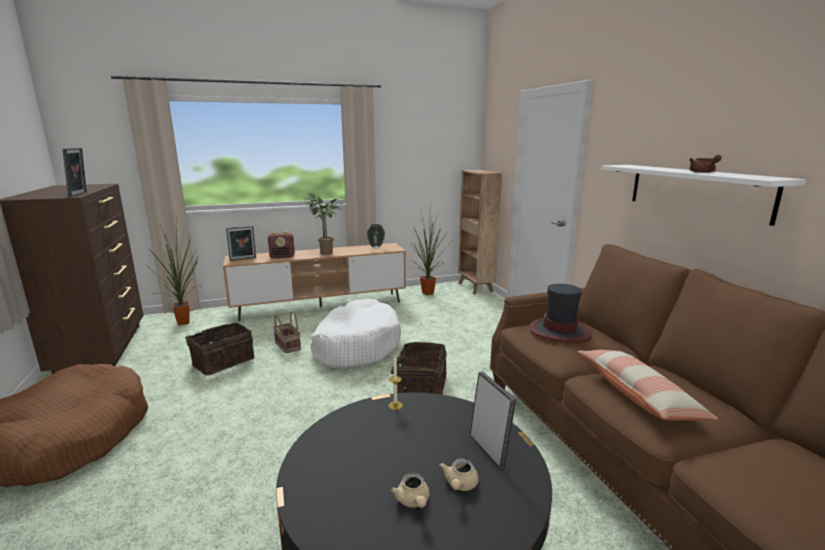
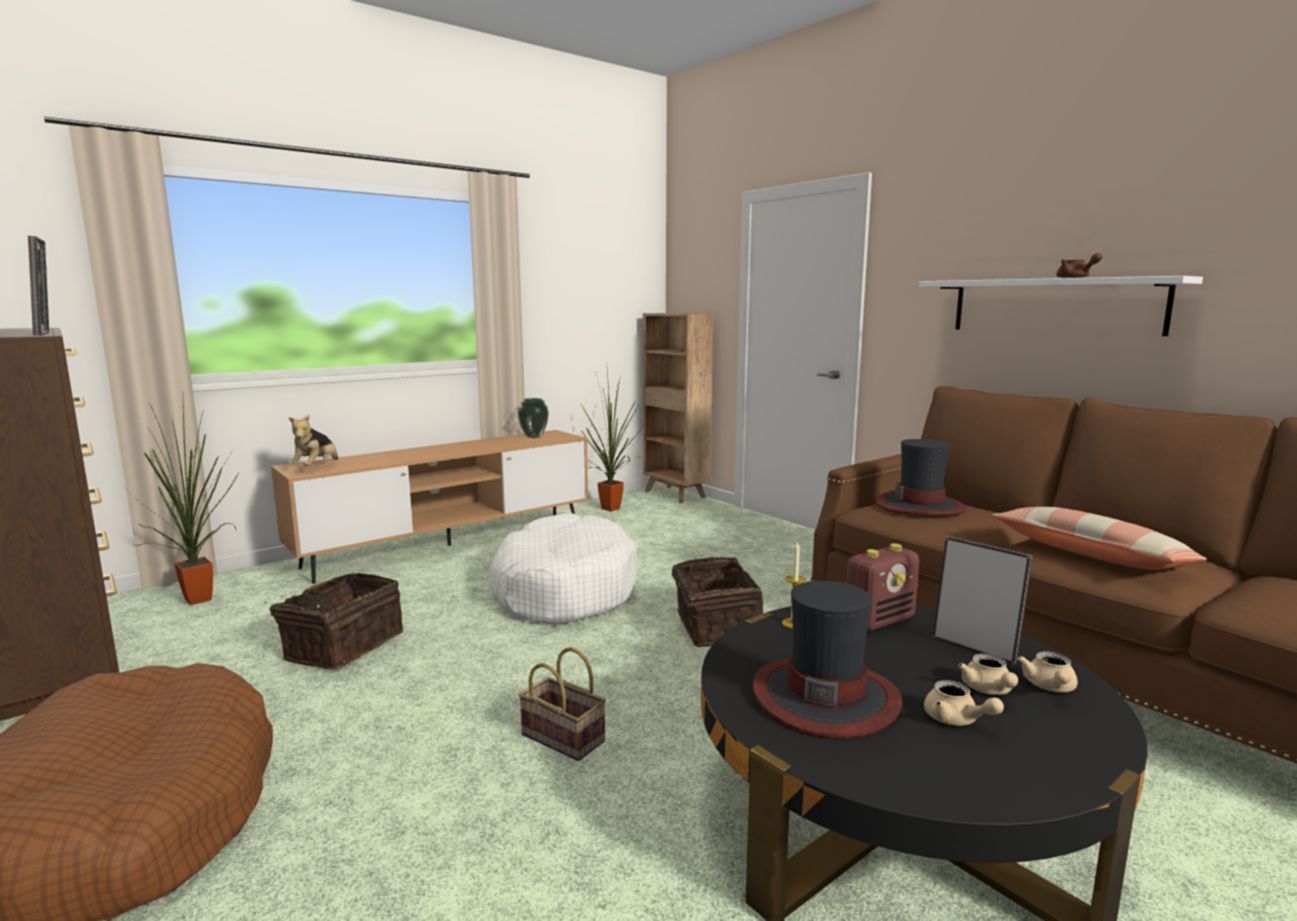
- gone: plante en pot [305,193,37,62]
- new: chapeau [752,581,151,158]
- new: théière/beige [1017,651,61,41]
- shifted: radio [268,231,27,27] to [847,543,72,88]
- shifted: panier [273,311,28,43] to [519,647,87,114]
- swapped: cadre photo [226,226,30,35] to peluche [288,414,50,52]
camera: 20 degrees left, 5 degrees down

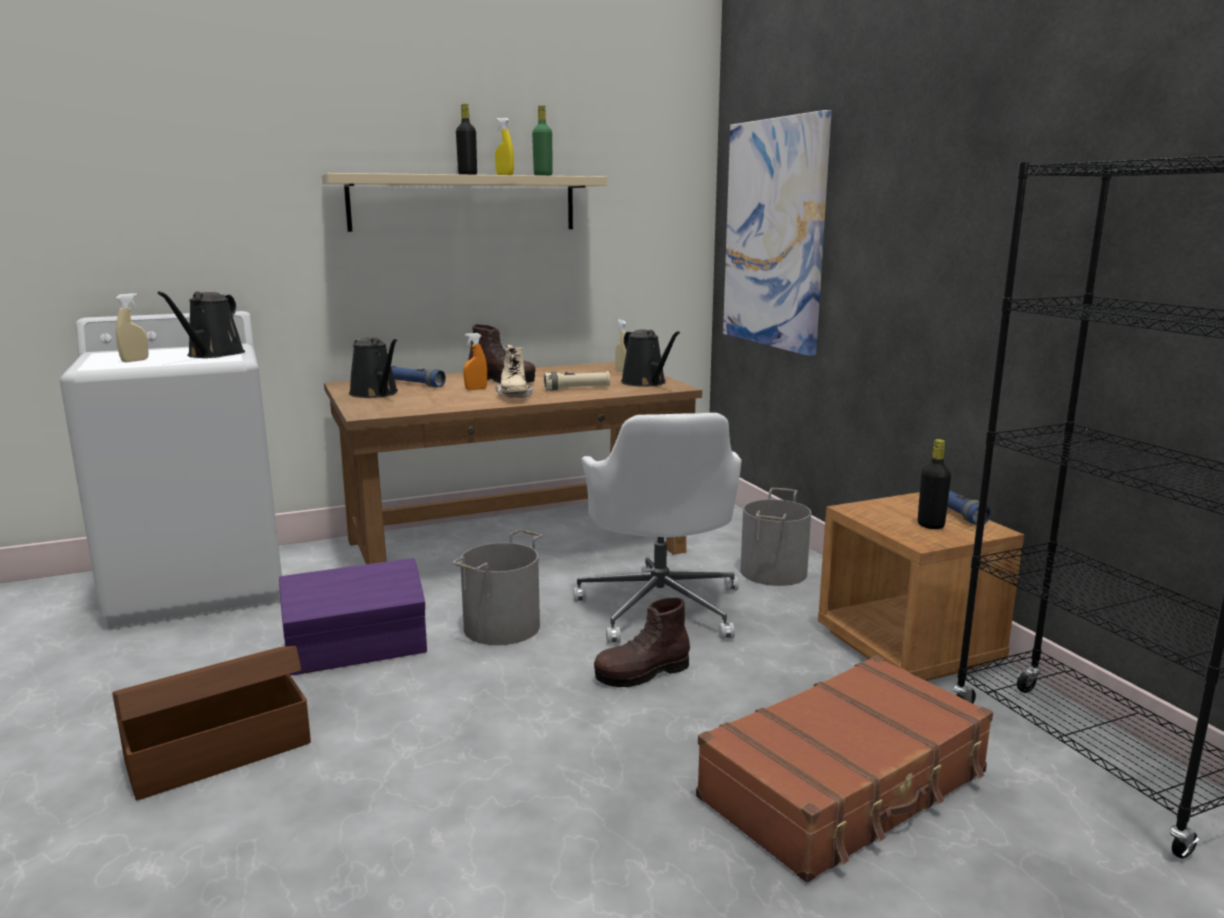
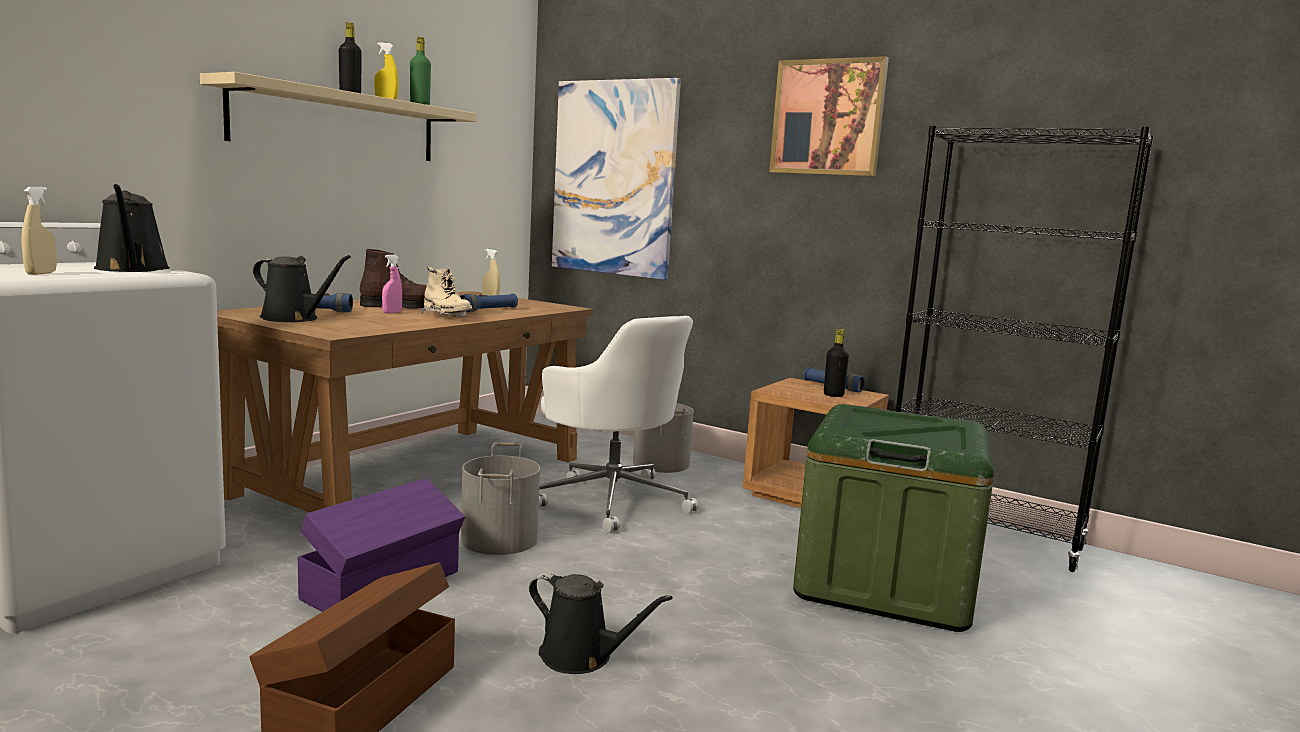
- gone: botte/marron [594,597,96,90]
- new: tableau [769,56,120,120]
- shifted: arrosoir/noir [621,329,59,58] to [529,572,144,102]
- swapped: valise/marron [696,655,297,228] to boîte de rangement/vert [793,404,201,228]
- repainted: vaporisateur/orange [464,333,23,57] to vaporisateur/rose [382,255,20,59]
- repainted: lampe de poche/beige [544,371,66,19] to lampe de poche/bleu [460,294,58,18]
camera: 35 degrees left, 5 degrees down

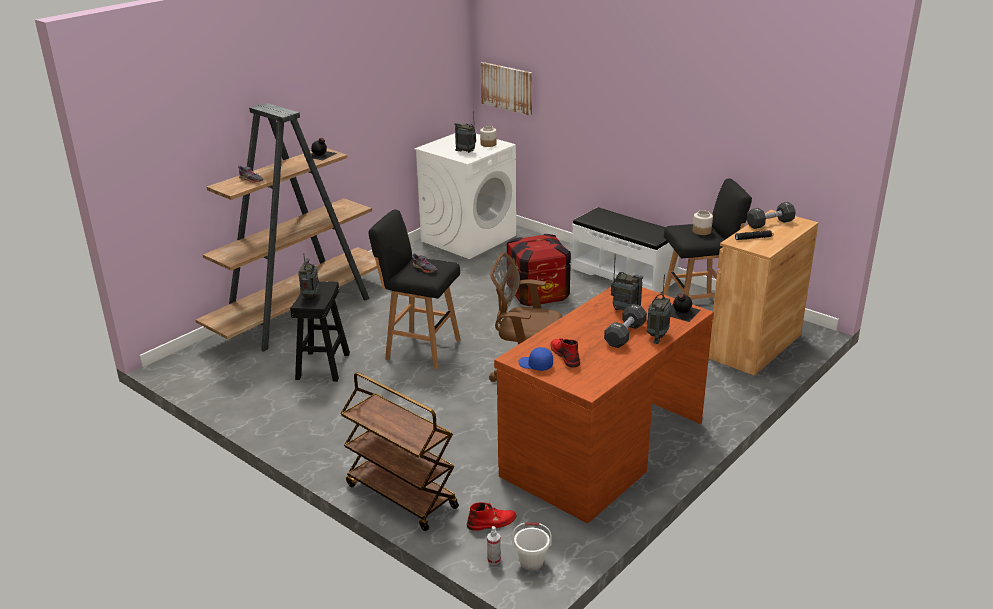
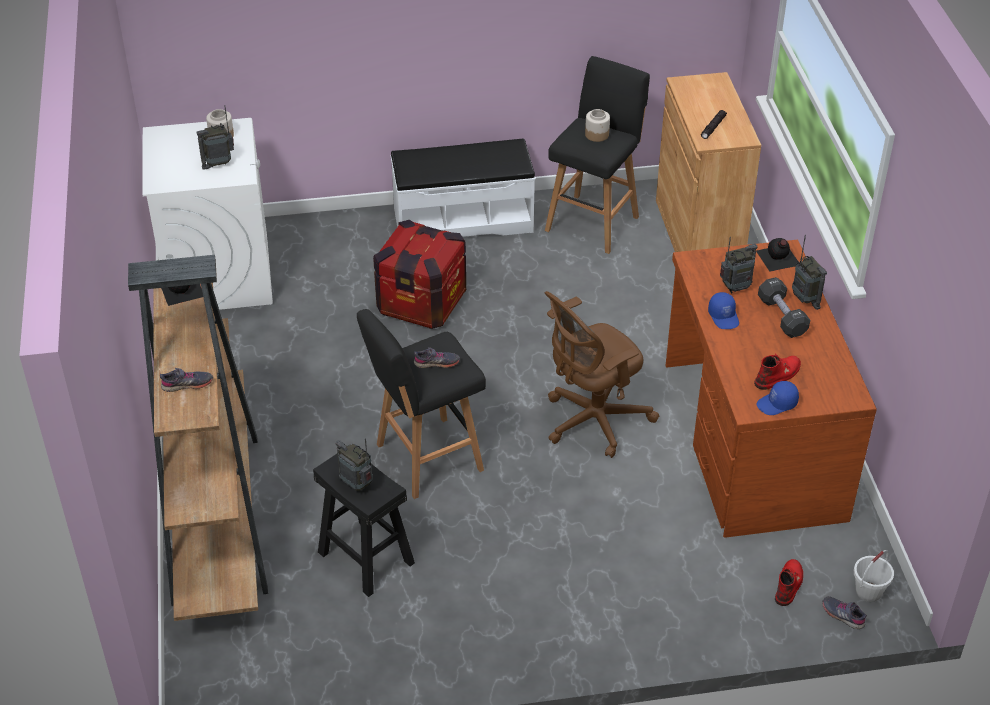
- gone: chariot/marron [340,372,119,159]
- gone: tableau [481,62,51,54]
- gone: haltère/noir [747,202,49,27]
- new: casquette/bleu [708,292,31,37]
- swapped: vaporisateur [487,526,14,39] to chaussure/gris [822,596,45,33]
- rotated: botte/rouge [550,338,30,29] = [754,354,47,36] 120 degrees clockwise
camera: 50 degrees left, 15 degrees up

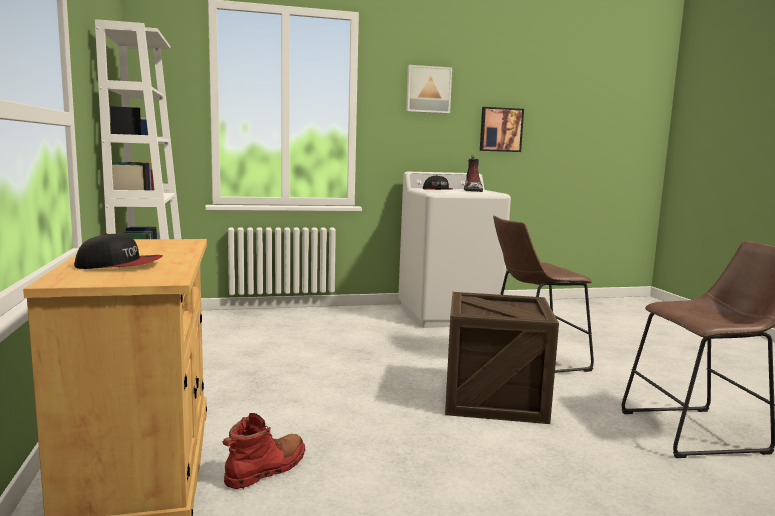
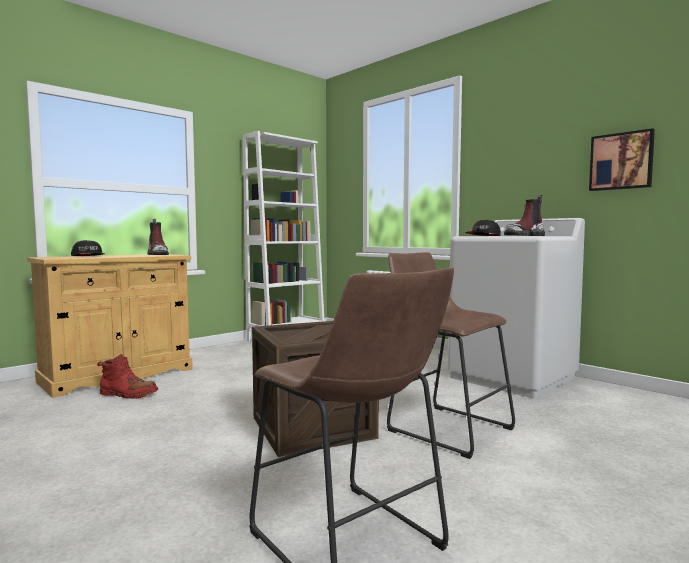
- gone: tableau [406,65,46,49]
- new: botte [148,219,21,36]
camera: 60 degrees right, 5 degrees down

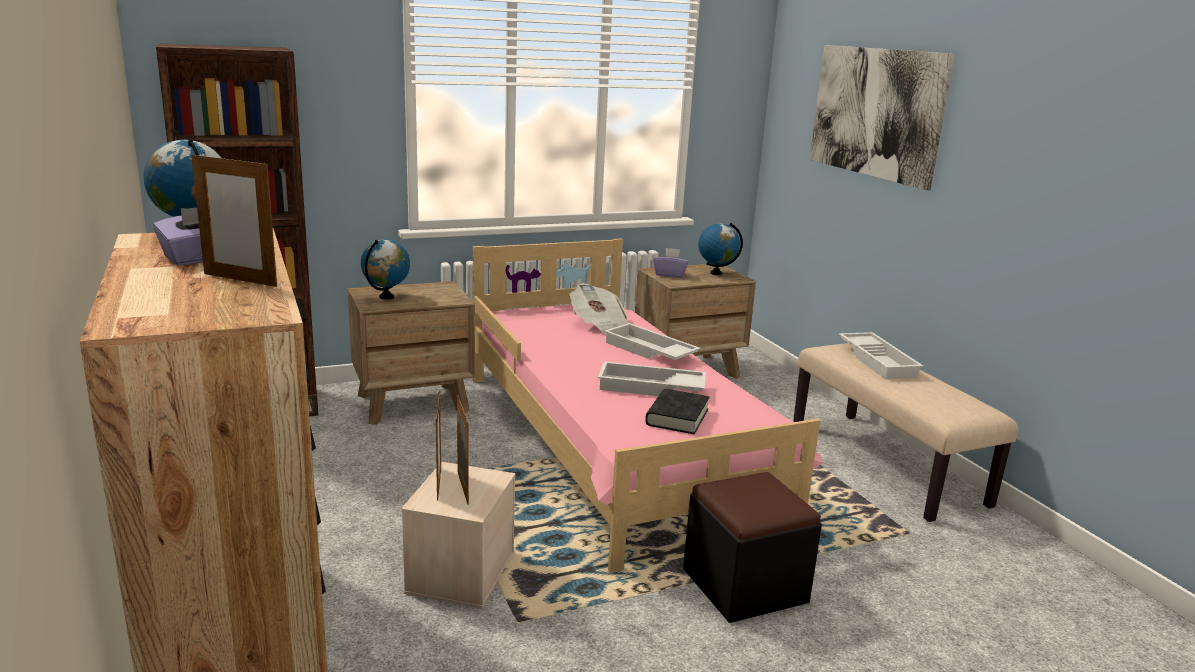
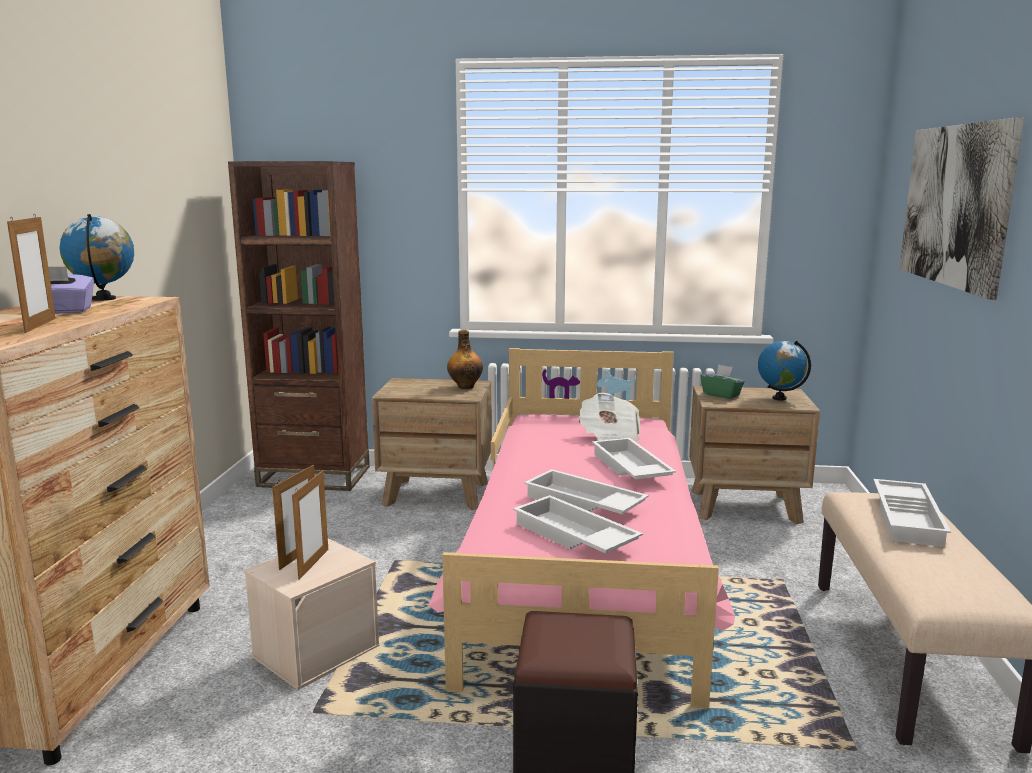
- gone: globe [361,239,49,61]
- new: bouteille [447,330,36,59]
- swapped: livre/noir [645,389,65,45] to plateau/blanc [513,495,130,59]
- repainted: boîte à mouchoirs/violet [653,248,36,30] to boîte à mouchoirs/vert [700,364,44,35]
- rotated: cadre photo [191,152,86,135] = [7,215,49,118] 150 degrees counterclockwise
camera: 30 degrees right, 5 degrees down

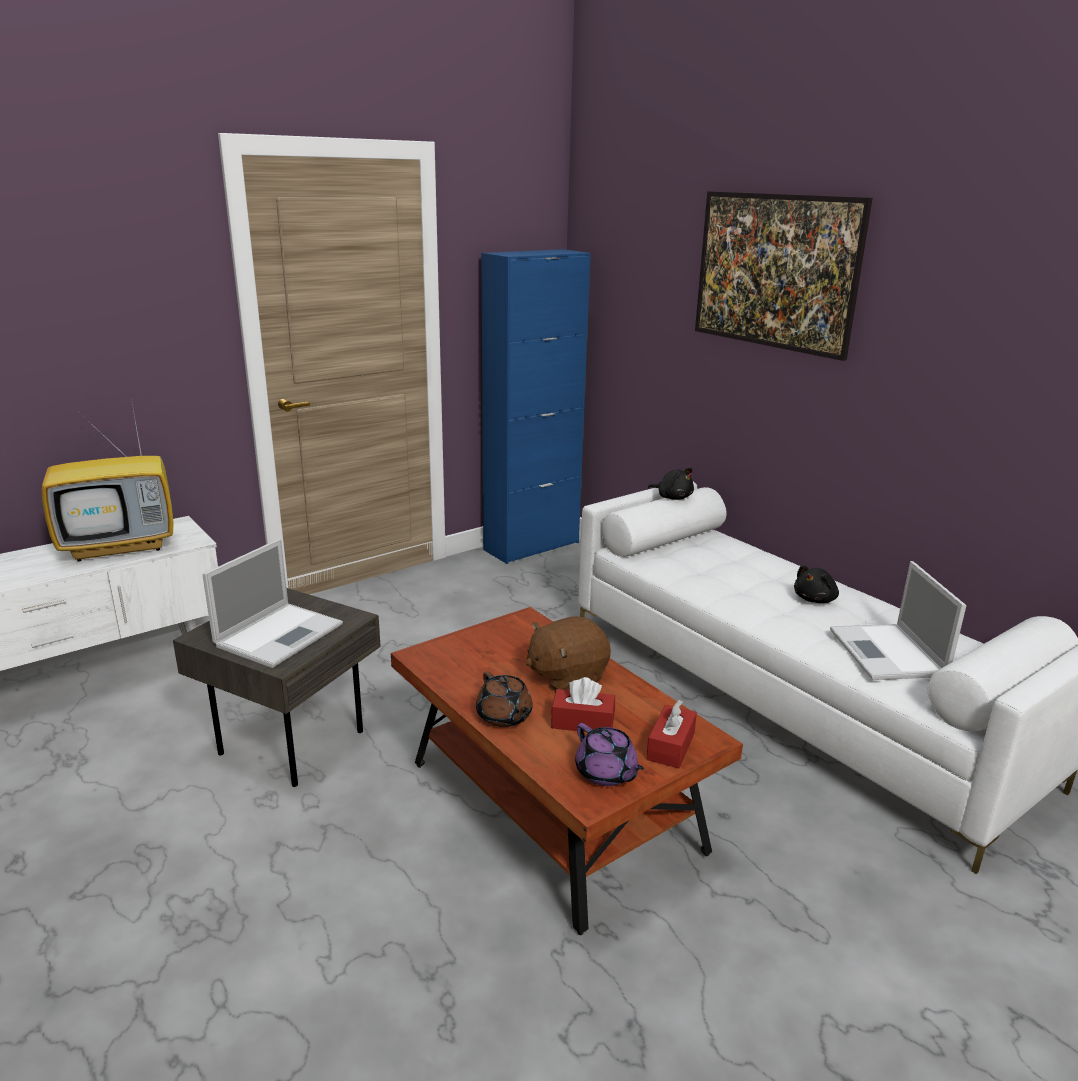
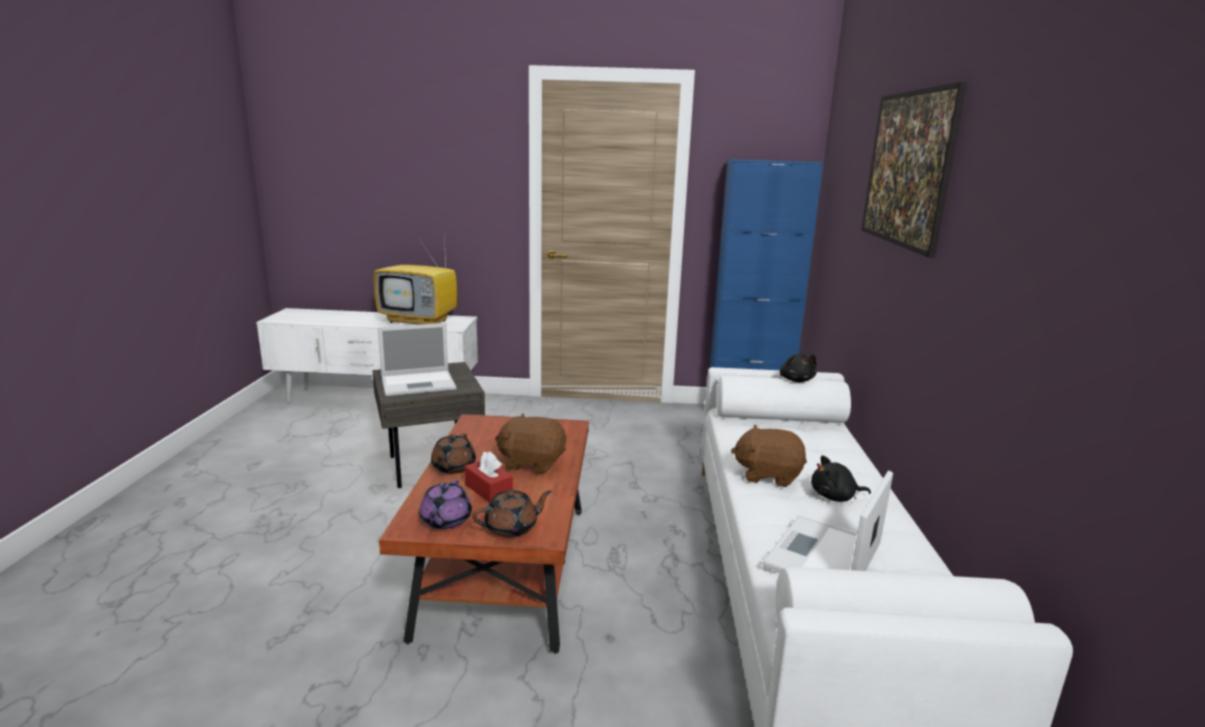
- new: peluche/marron [731,425,76,62]
- swapped: boîte à mouchoirs/rouge [647,700,50,69] to théière/marron [472,490,80,48]
camera: 40 degrees right, 5 degrees down

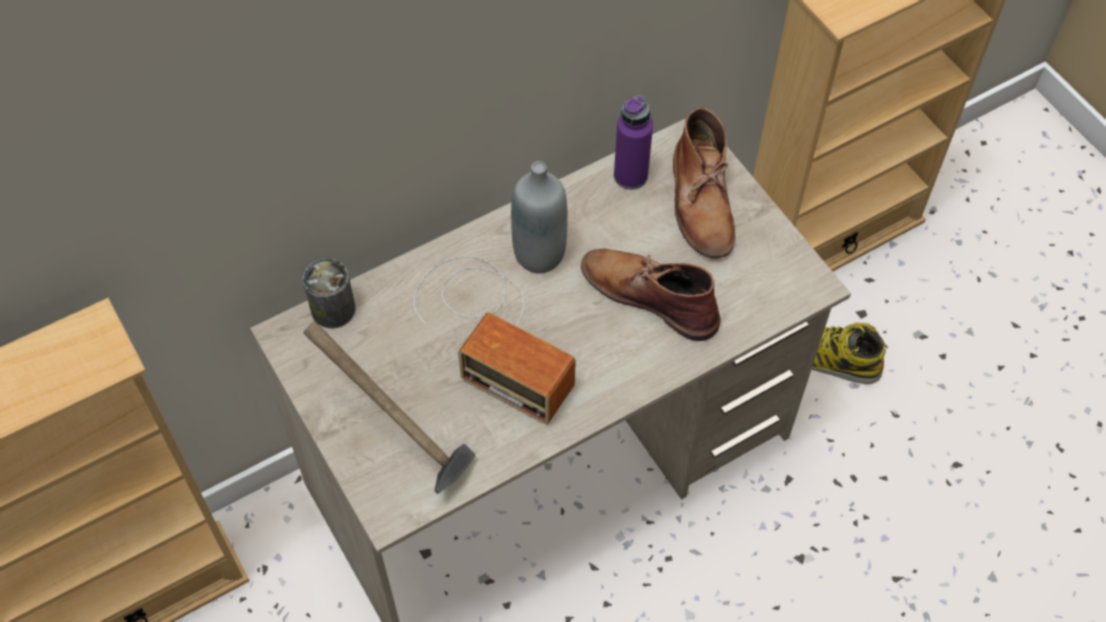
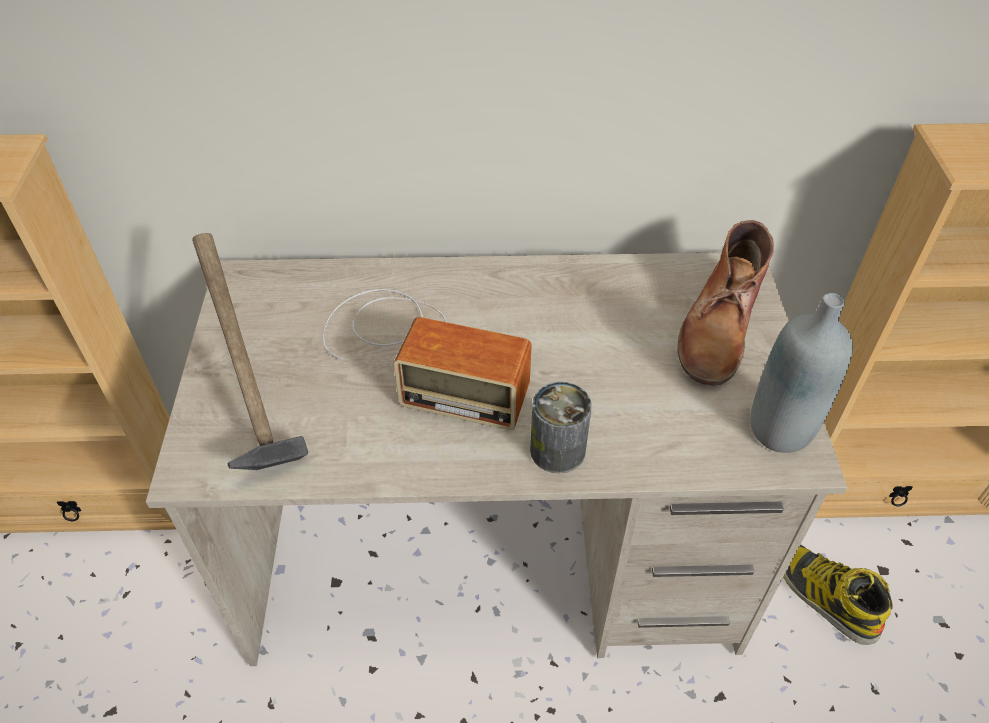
- gone: botte/marron [581,248,139,93]
- gone: bouteille/violet [614,95,39,95]
- shifted: boîte métallique [303,259,53,70] to [530,382,62,92]
- shifted: bouteille/gris [511,161,57,113] to [750,293,103,160]
- rotated: radio [413,256,163,168] = [323,289,209,141] 45 degrees counterclockwise
camera: 30 degrees right, 10 degrees down

